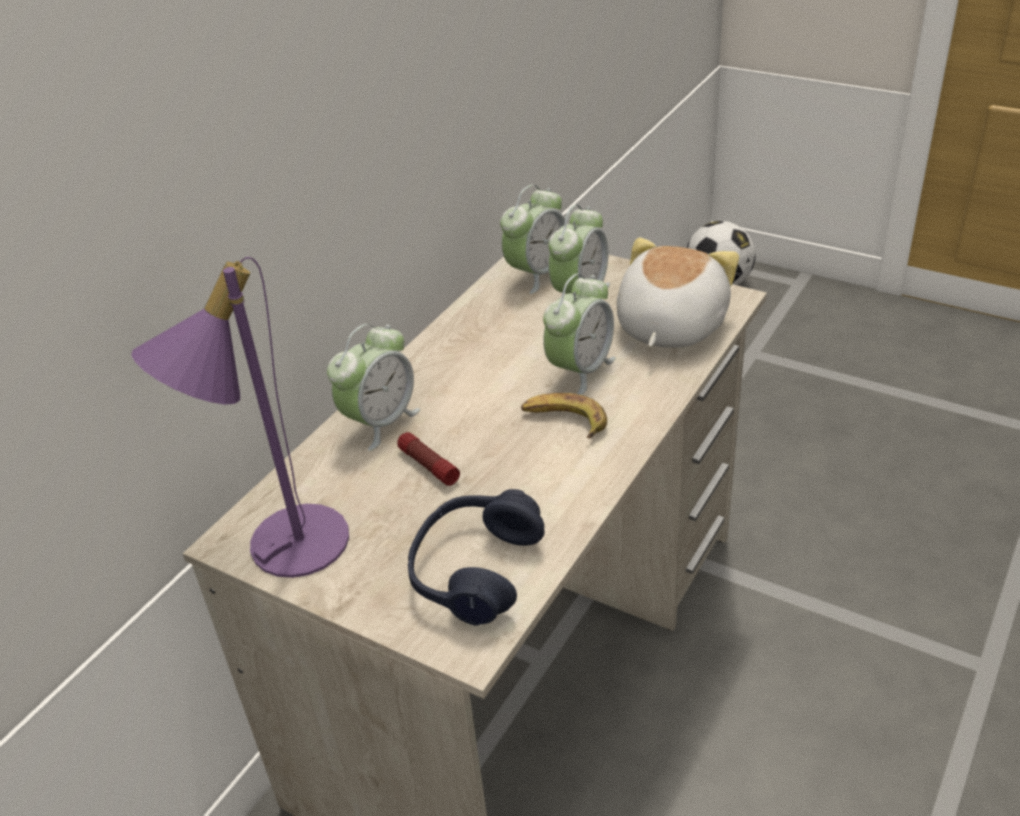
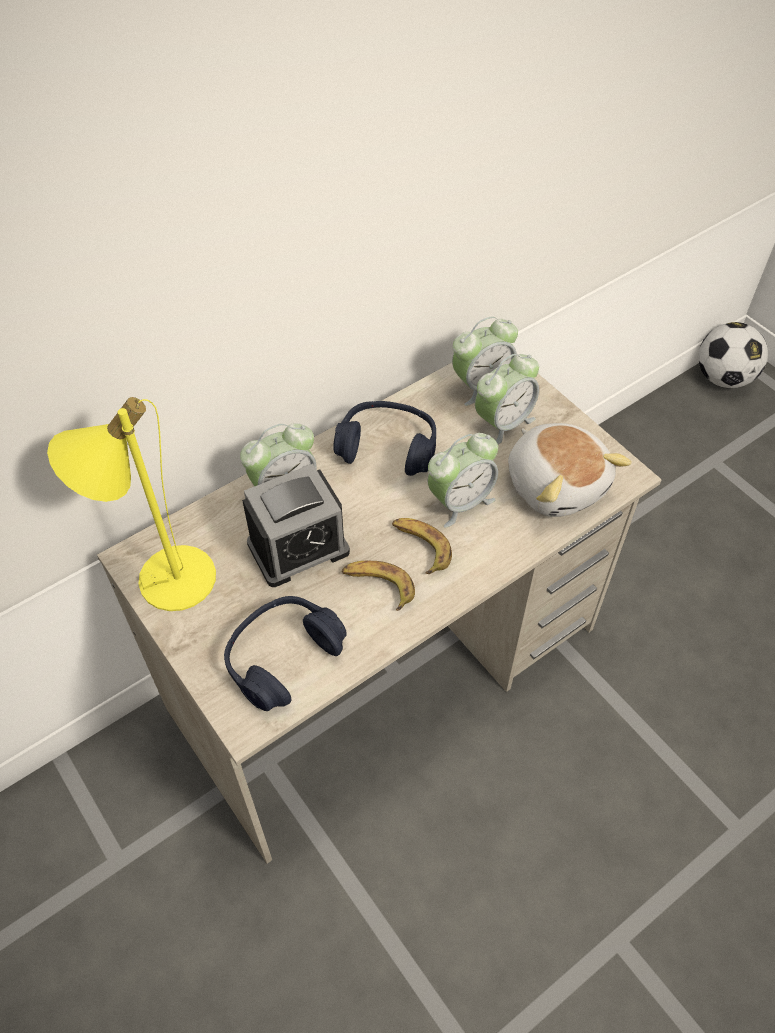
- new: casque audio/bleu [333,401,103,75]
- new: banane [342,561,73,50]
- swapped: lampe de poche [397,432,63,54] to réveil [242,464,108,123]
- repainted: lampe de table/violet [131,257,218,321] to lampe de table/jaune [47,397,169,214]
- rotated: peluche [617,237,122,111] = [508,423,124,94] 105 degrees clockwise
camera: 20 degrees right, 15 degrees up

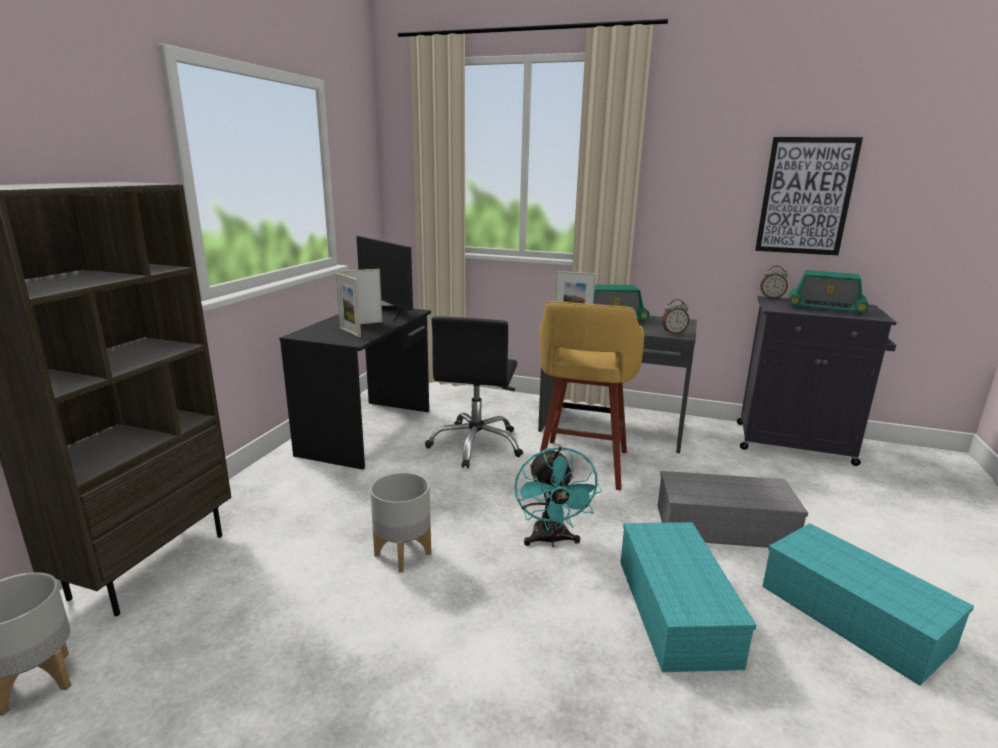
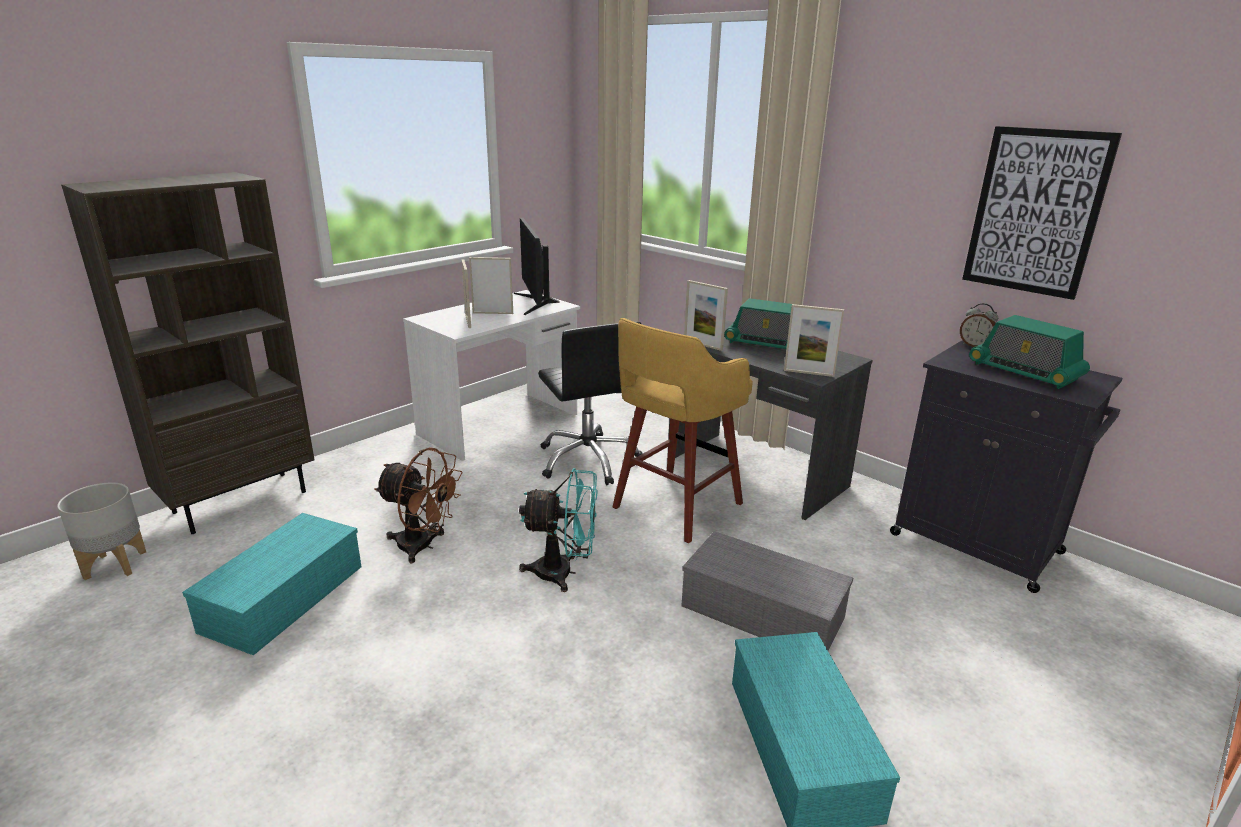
- shifted: boîte de rangement/turquoise [620,522,136,150] to [182,513,180,142]
- swapped: cache-pot/gris [370,472,61,101] to ventilateur/marron [375,447,88,116]
- swapped: réveil [662,299,27,35] to cadre photo [784,304,60,73]
- repainted: bureau/noir [279,309,152,161] to bureau/blanc [403,290,177,171]
- rotated: chaise de bureau/noir [425,316,98,152] = [538,322,105,163] 60 degrees counterclockwise
- rotated: ventilateur/turquoise [514,447,88,100] = [519,468,79,124] 105 degrees counterclockwise
camera: 25 degrees right, 5 degrees up

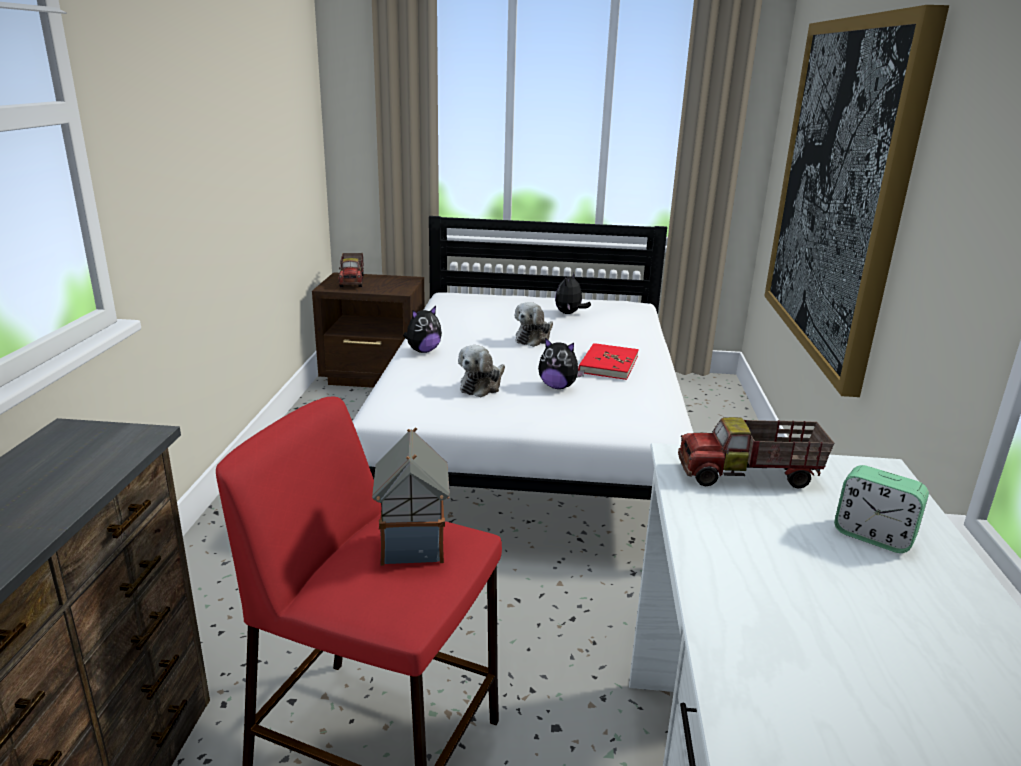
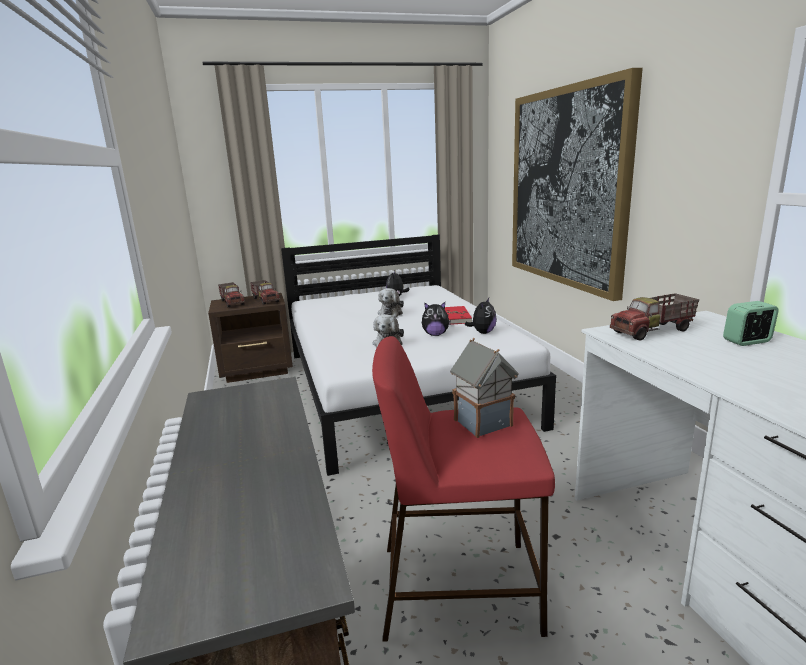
- new: camion jouet [250,280,30,25]
- shifted: peluche [403,306,39,47] to [465,298,32,36]
- rotated: réveil [834,465,95,88] = [723,301,56,45] 150 degrees clockwise
camera: 20 degrees left, 5 degrees down

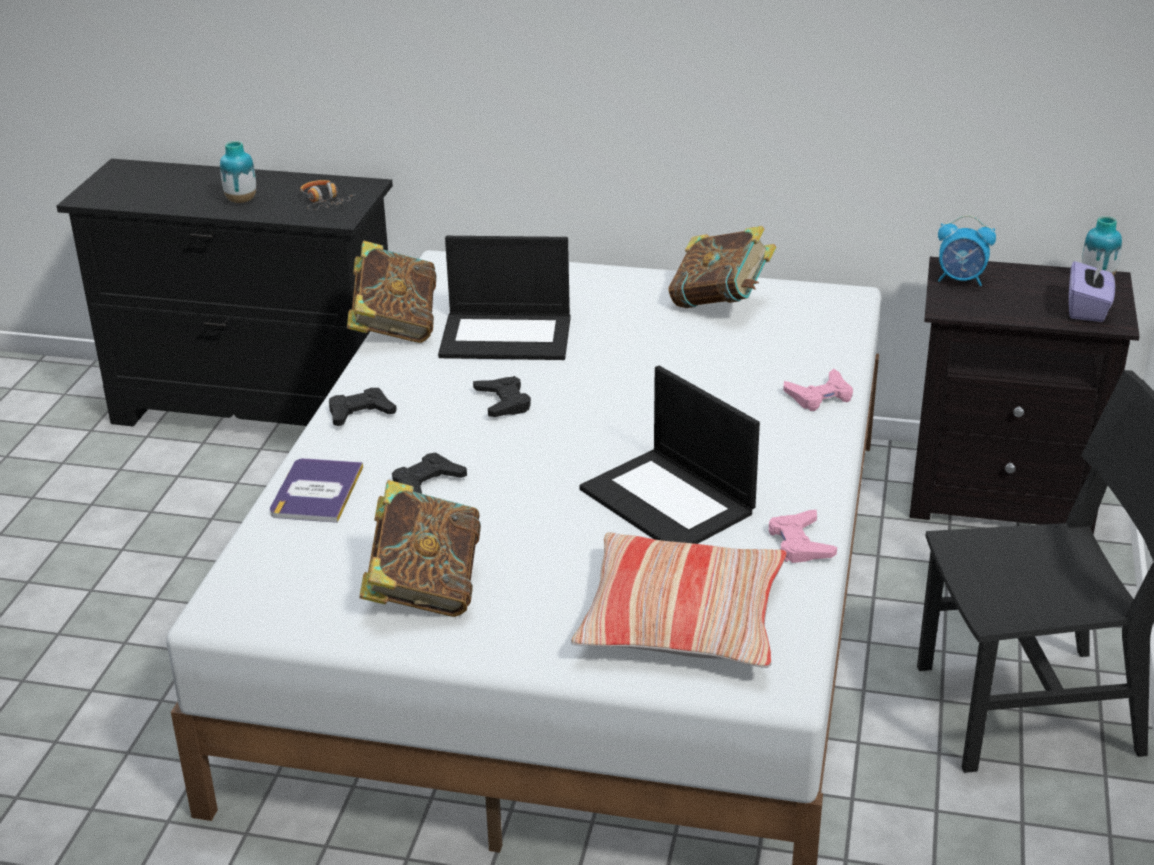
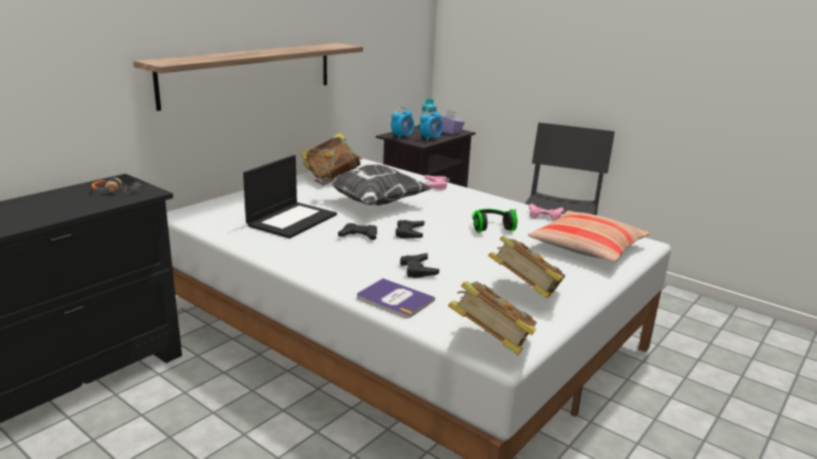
- gone: vase [220,141,36,62]
- new: étagère [133,43,230,68]
- new: coussin [314,165,117,41]
- new: réveil [419,108,24,33]
- shifted: manette/noir [329,388,68,38] to [395,220,29,19]
- shifted: livre [347,241,89,102] to [448,281,89,74]
- swapped: ordinateur portable [580,366,180,178] to casque audio [472,209,45,24]
camera: 65 degrees left, 10 degrees down

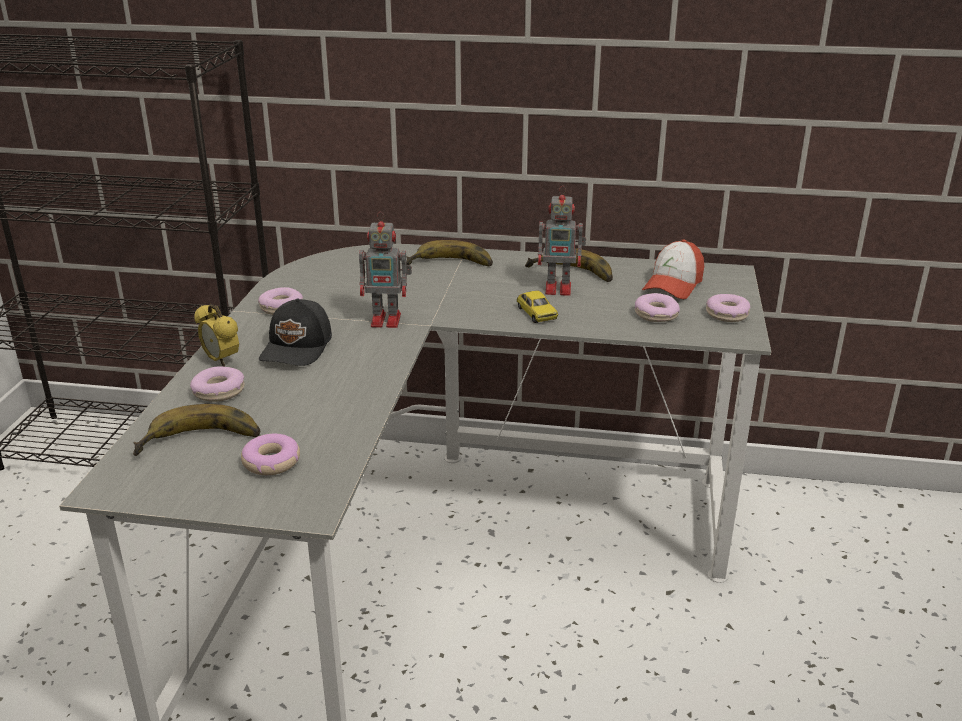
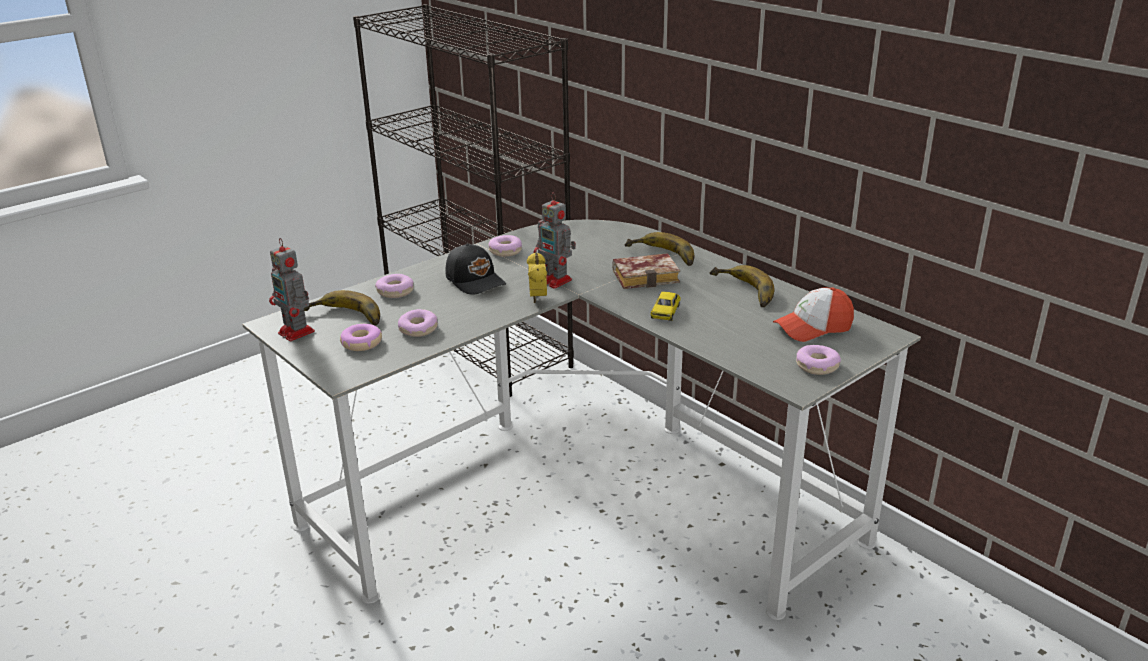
- new: livre [612,253,68,36]
- shifted: réveil [194,304,45,63] to [527,252,20,51]
- shifted: robot jouet [538,186,48,110] to [269,238,46,103]
- shifted: beignet [635,293,45,29] to [398,309,40,28]
- rotated: casquette/noir [259,298,73,68] = [445,243,61,52] 90 degrees counterclockwise
camera: 40 degrees right, 0 degrees up

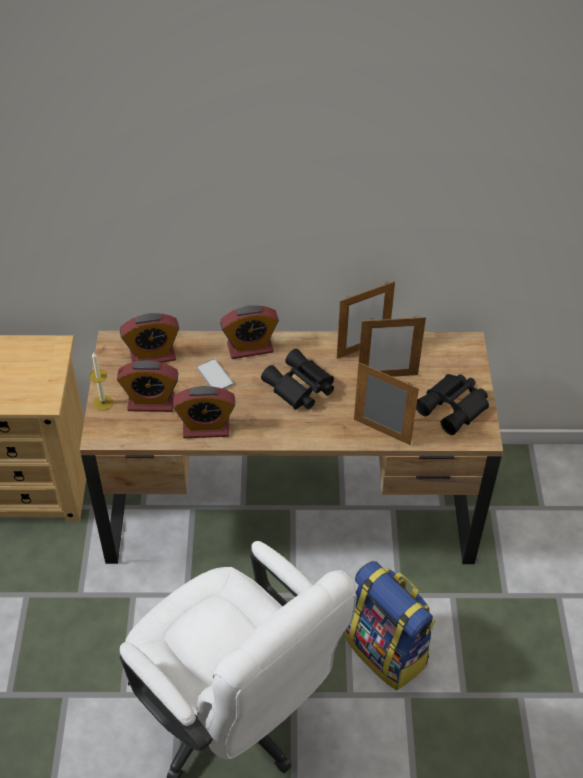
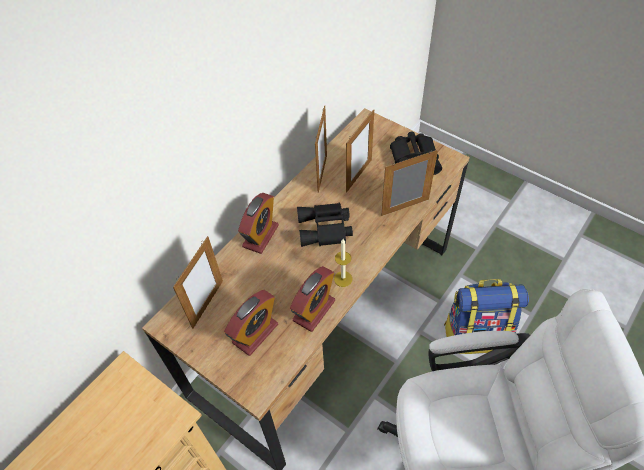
- gone: téléphone [197,359,36,30]
- shifted: bougie [89,352,24,59] to [334,239,18,48]
- swapped: réveil [120,313,59,50] to cadre photo [173,236,50,93]
camera: 50 degrees left, 5 degrees up

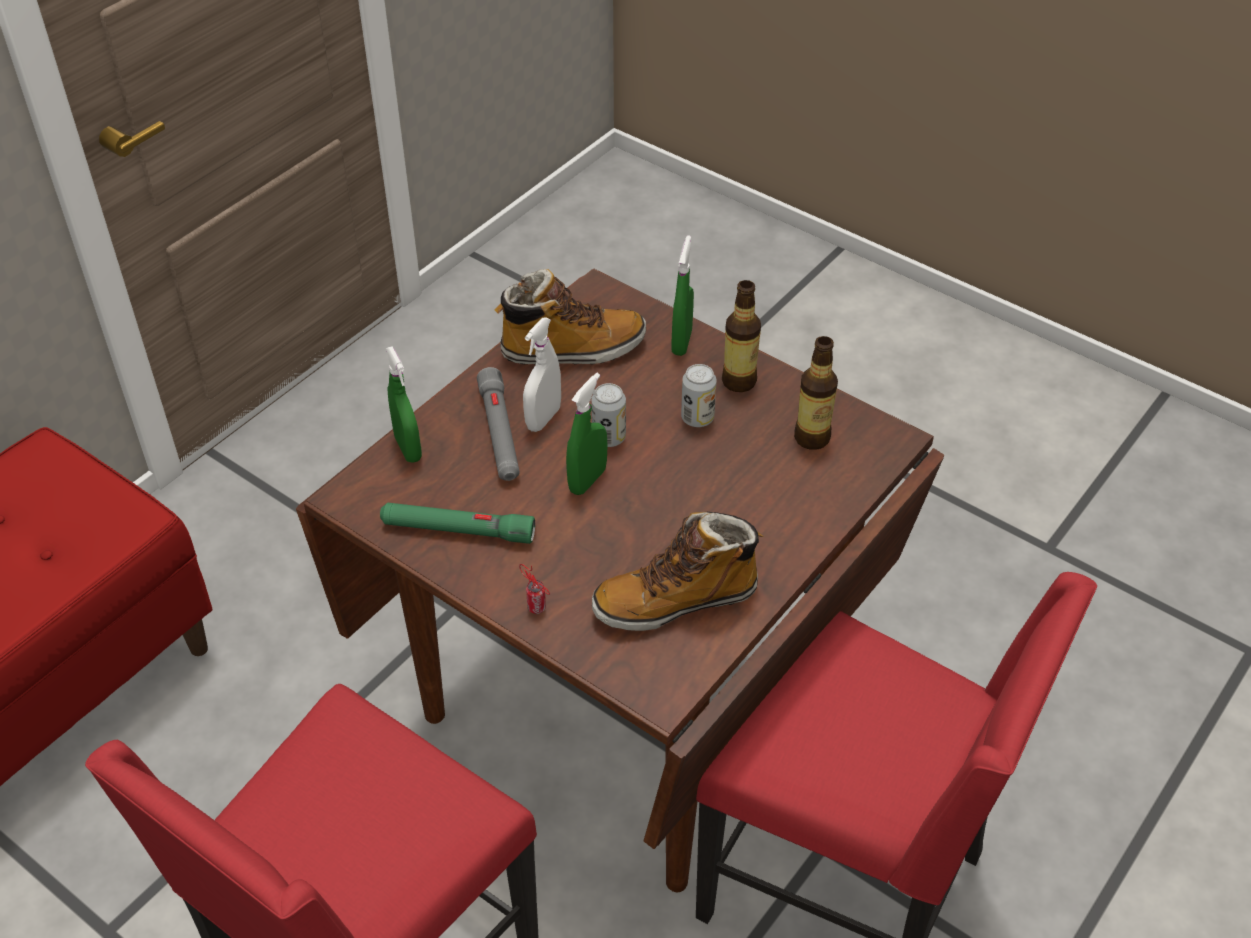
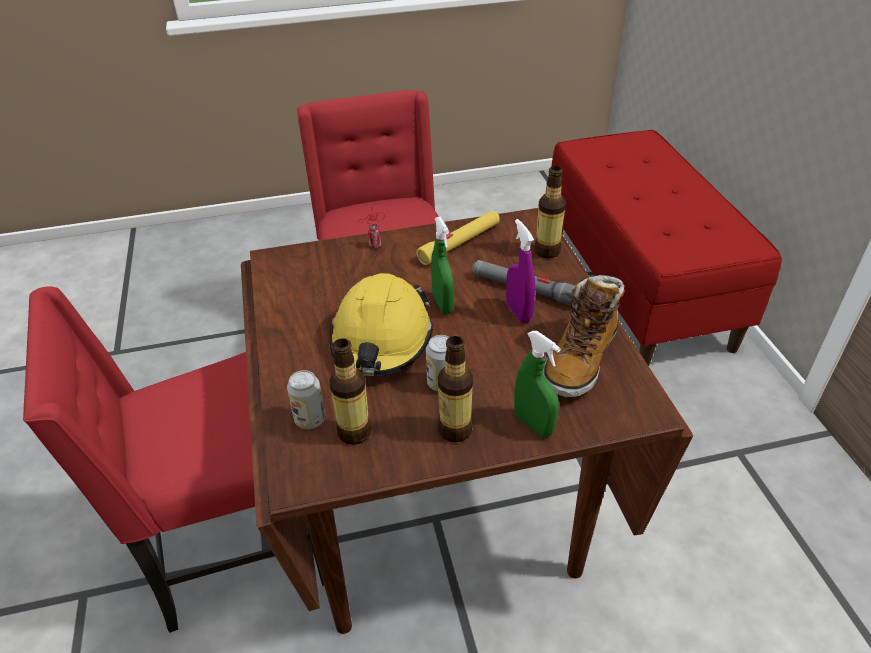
- gone: botte [592,512,172,119]
- new: casque de chantier/jaune [329,273,104,103]
- shifted: boîte métallique [591,383,35,64] to [287,370,38,59]
- swapped: vaporisateur/vert [386,346,36,117] to bouteille [534,166,32,93]
- repainted: lampe de poche/vert [380,503,155,41] to lampe de poche/jaune [417,211,83,54]
- repainted: vaporisateur/blanc [523,317,38,115] to vaporisateur/violet [506,219,29,104]
camera: 130 degrees right, 5 degrees down

